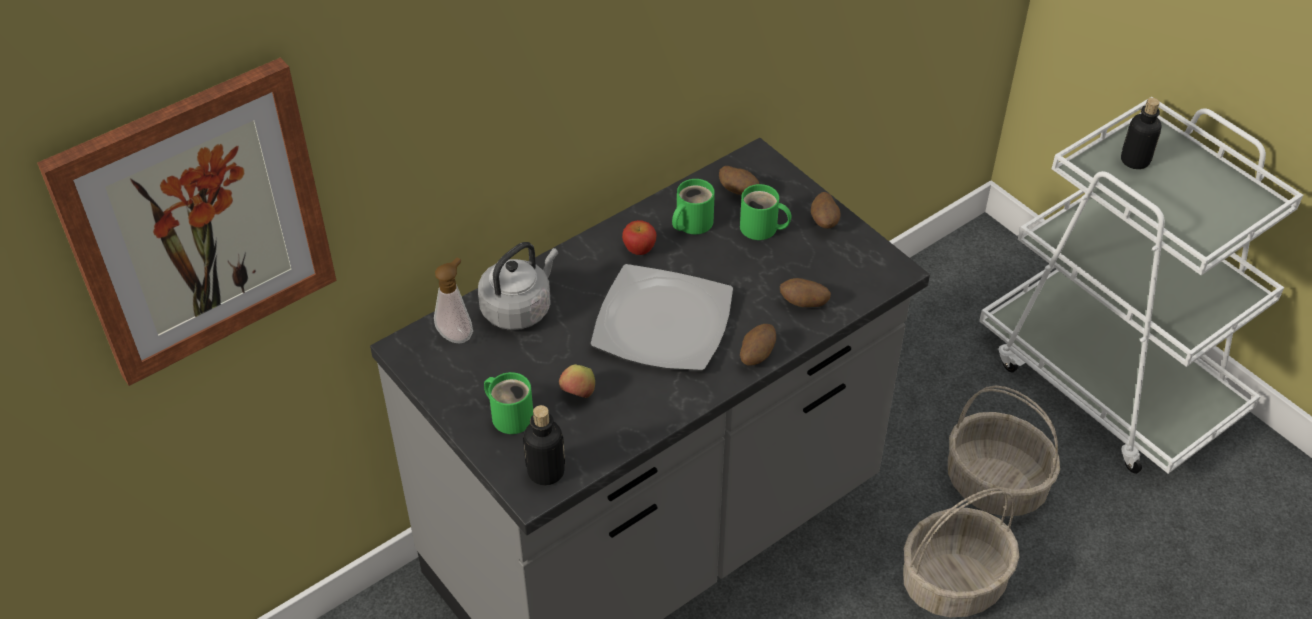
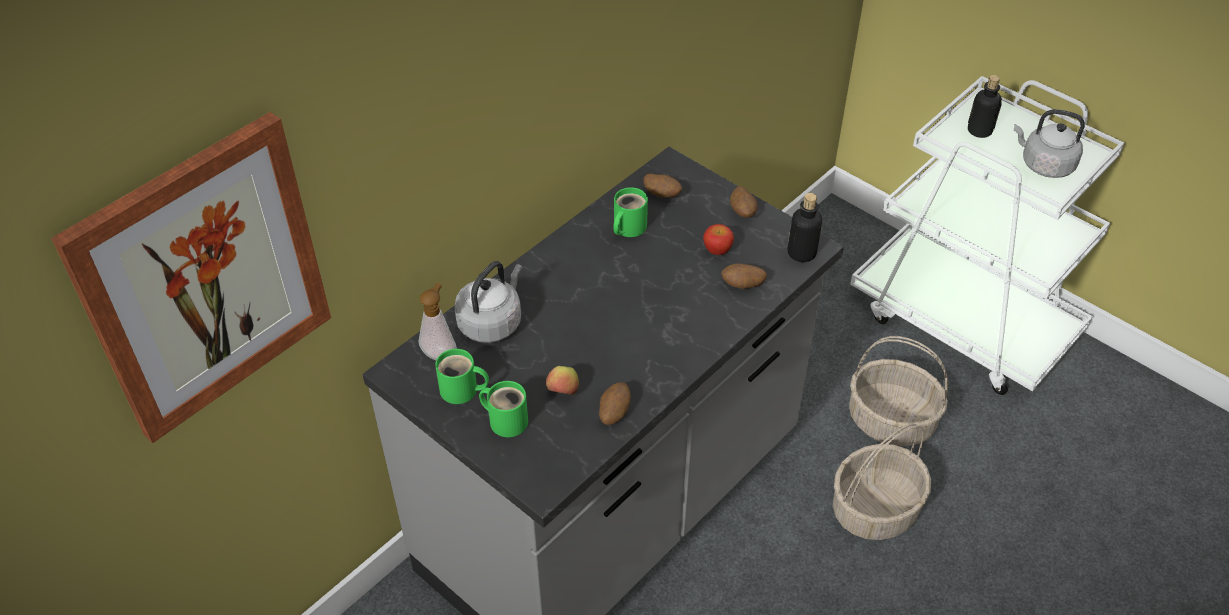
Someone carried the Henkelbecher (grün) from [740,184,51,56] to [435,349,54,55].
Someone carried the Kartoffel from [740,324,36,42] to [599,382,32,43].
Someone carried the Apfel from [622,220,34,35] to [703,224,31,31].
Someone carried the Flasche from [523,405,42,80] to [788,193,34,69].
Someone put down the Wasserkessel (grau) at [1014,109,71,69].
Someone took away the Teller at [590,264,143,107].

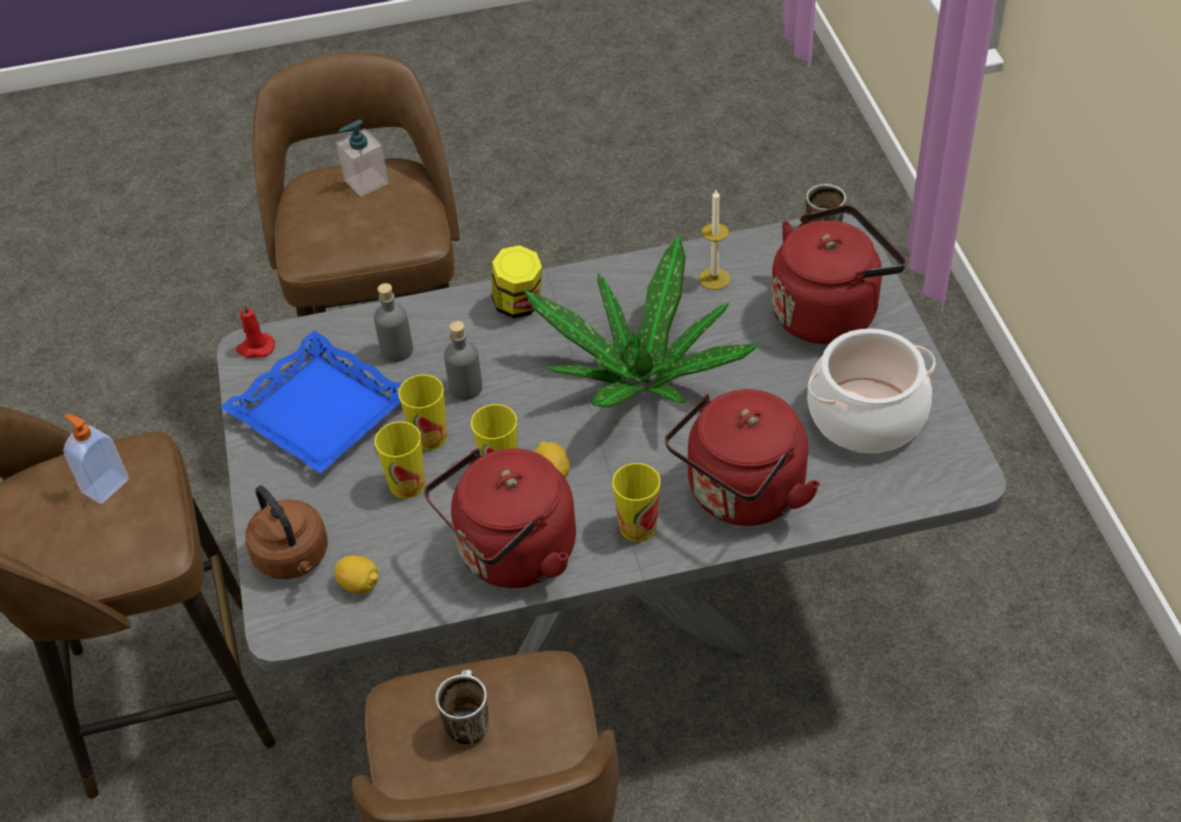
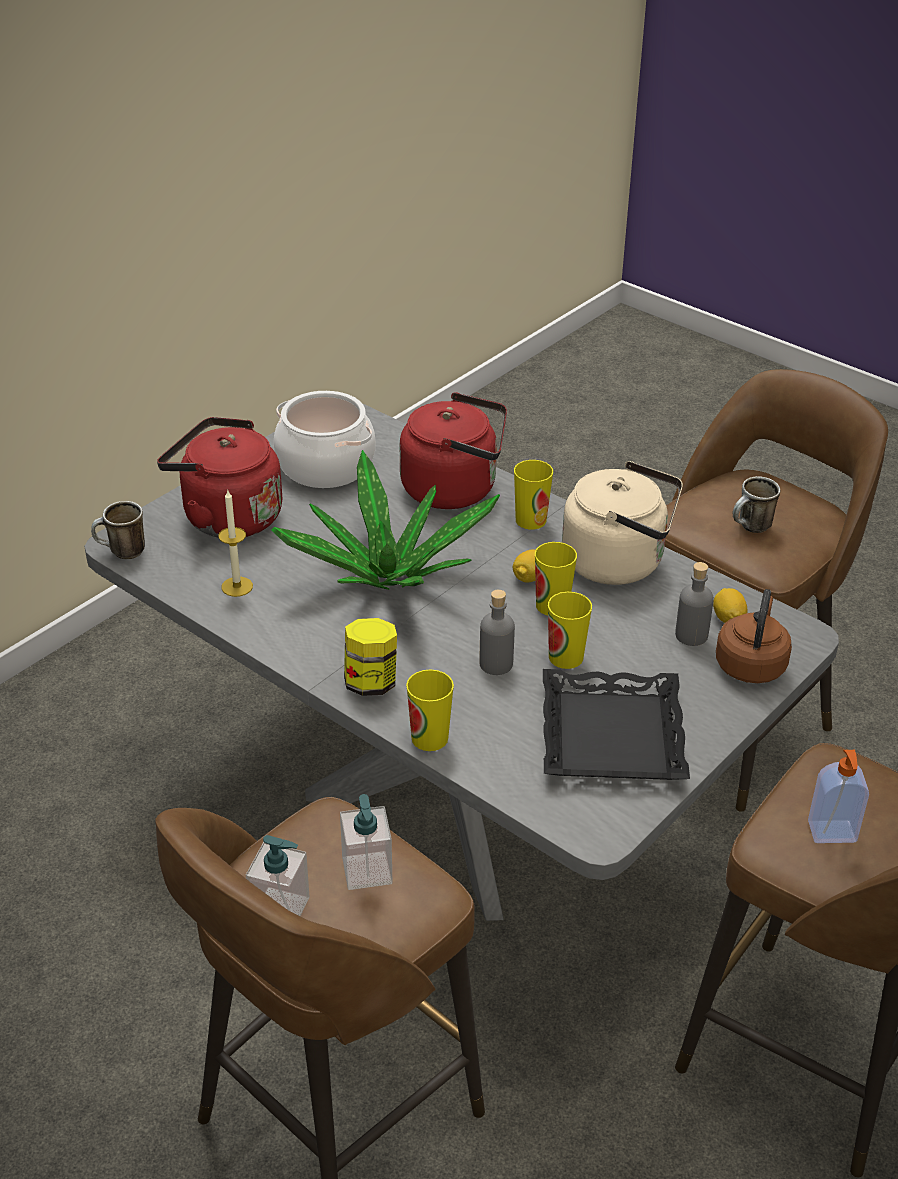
Someone put down the Seifenspender at [340,794,52,96].
Someone carried the Tasse from [374,421,51,78] to [406,669,48,82].
Someone repainted the Tablett (blau) at [220,331,182,143], which became the Tablett (schwarz) at [543,669,147,111].
Someone repainted the Wasserkessel (rot) at [424,448,152,140], which became the Wasserkessel (beige) at [562,461,121,124].
Someone carried the Flasche (grau) from [374,283,39,79] to [675,562,39,84].
Someone took away the Kerze (rot) at [236,303,39,55].

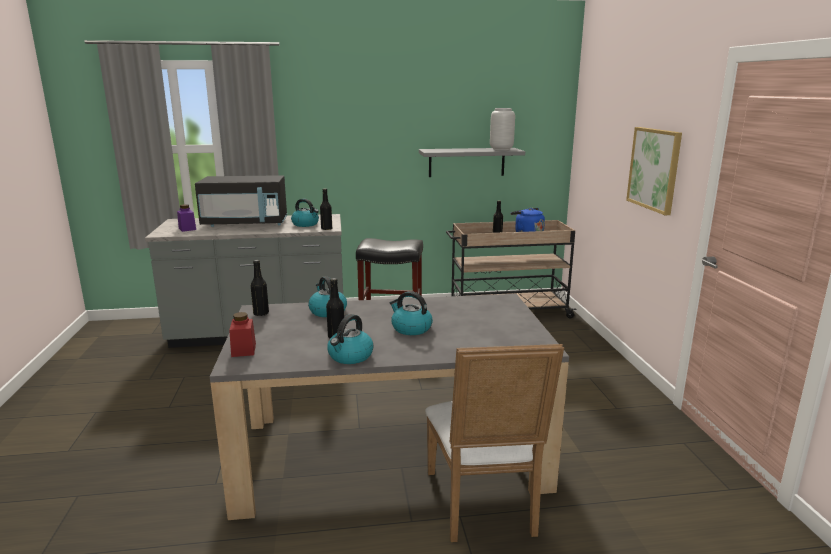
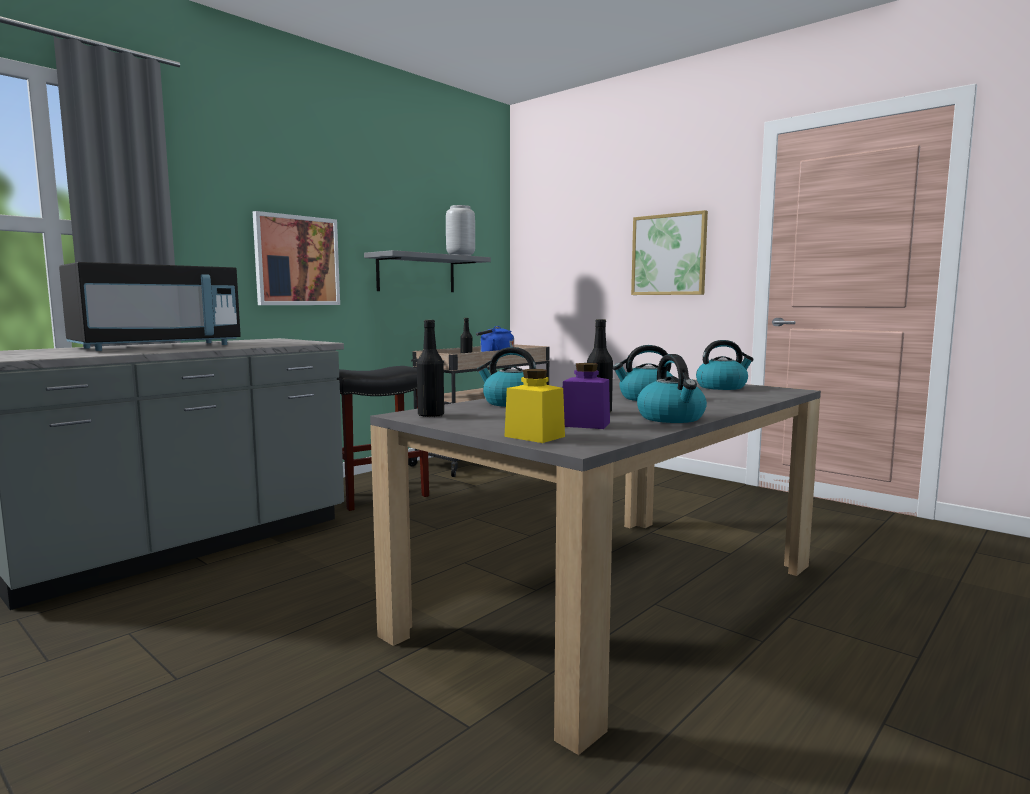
Someone put up the Bild at [253,211,87,94].
Someone repainted the Vorratsglas (rot) at [229,312,27,45], which became the Vorratsglas (gelb) at [504,369,61,74].
Someone carried the Vorratsglas (lila) from [177,204,19,28] to [563,363,47,66].
Someone carried the Wasserkessel from [291,199,28,28] to [696,340,58,50].
Someone took away the Flasche (schwarz) at [320,188,12,42].
Someone took away the Stuhl (weiß) at [425,344,139,198].

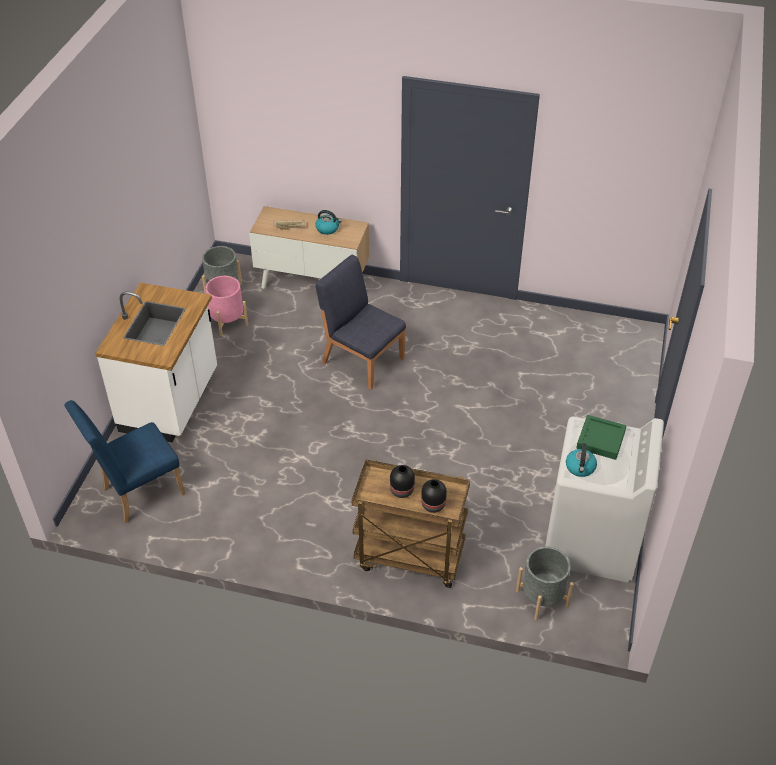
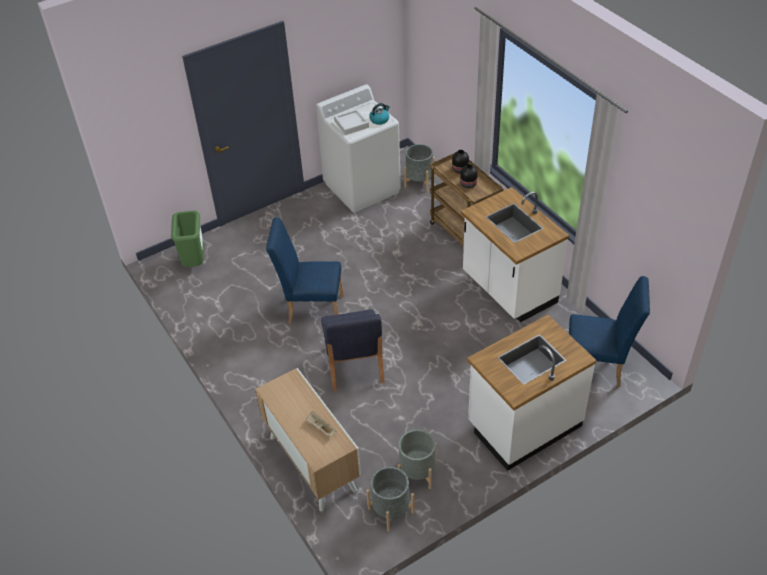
Someone put down the Mülleimer (grün) at [171,211,33,56].
Someone put down the Stuhl (blau) at [266,217,78,107].
Someone repainted the Tablett (grün) at [576,415,50,45], which became the Tablett (grau) at [334,109,35,26].
Someone repainted the Pflanzkübel (rosa) at [205,276,43,60], which became the Pflanzkübel (grau) at [398,430,38,59].
Someone put down the Küchenzeile (weiß) at [461,187,108,135].
Someone took away the Wasserkessel at [316,210,26,25].

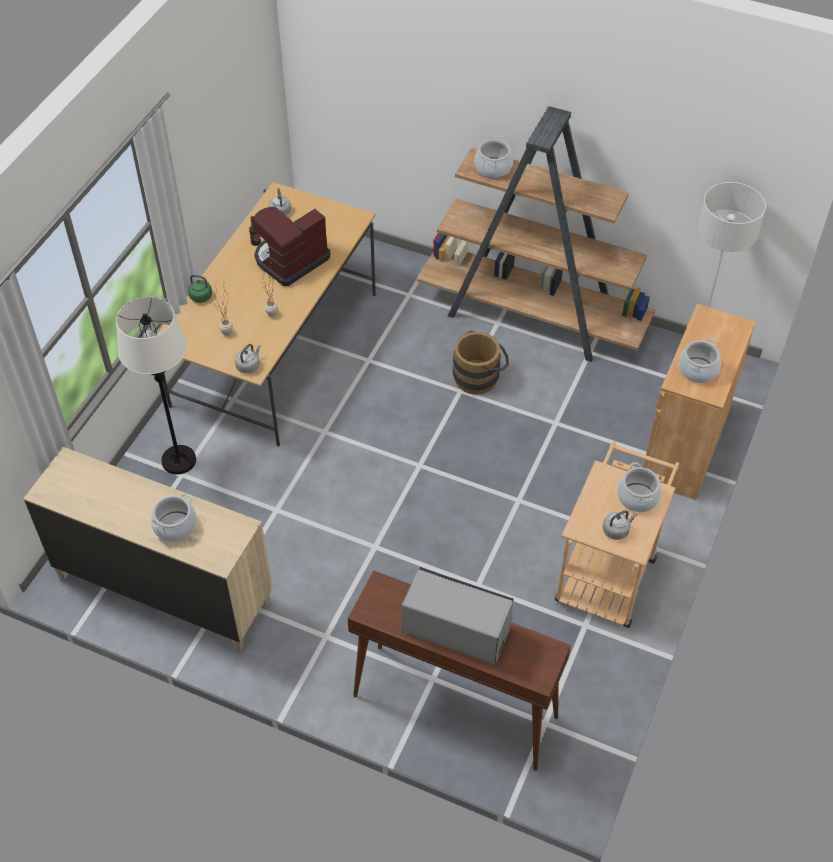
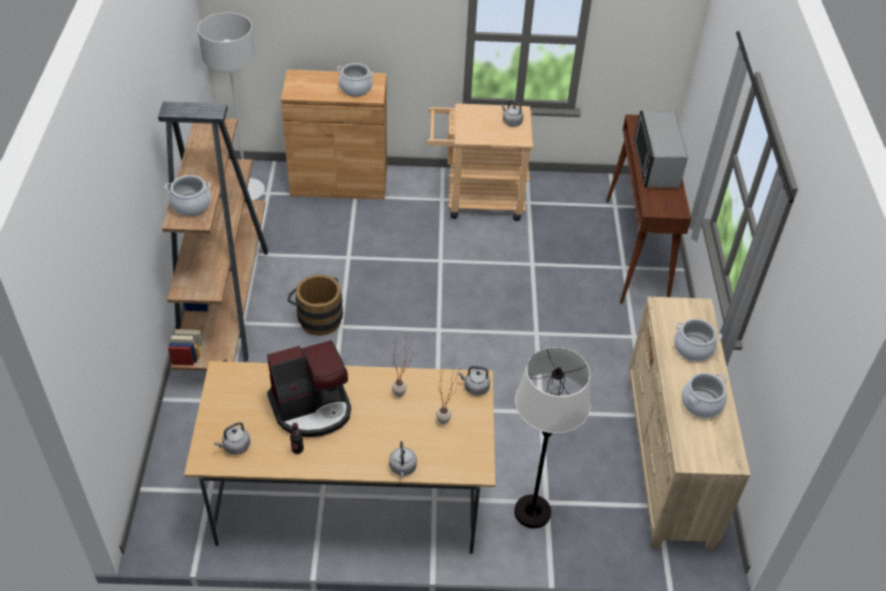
Someone rotated the Kaffeemaschine at [252,207,78,79] by 45 degrees counterclockwise.
Someone repainted the Wasserkessel (grün) at [188,275,24,28], which became the Wasserkessel (grau) at [389,441,28,35].
Someone carried the Kochtopf from [617,462,45,50] to [682,373,45,45].

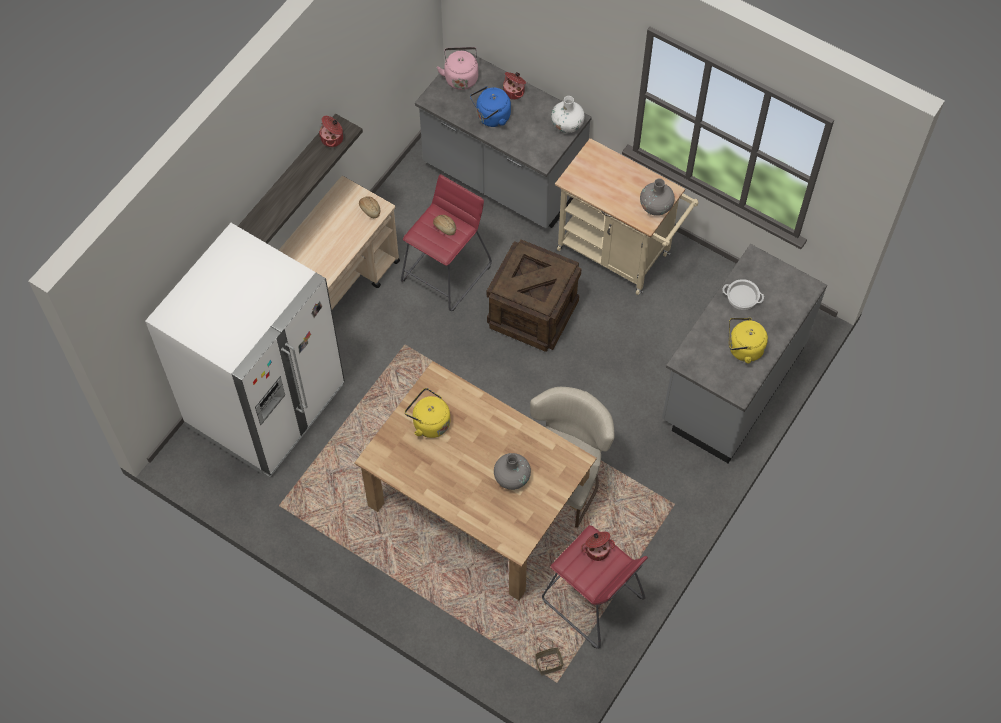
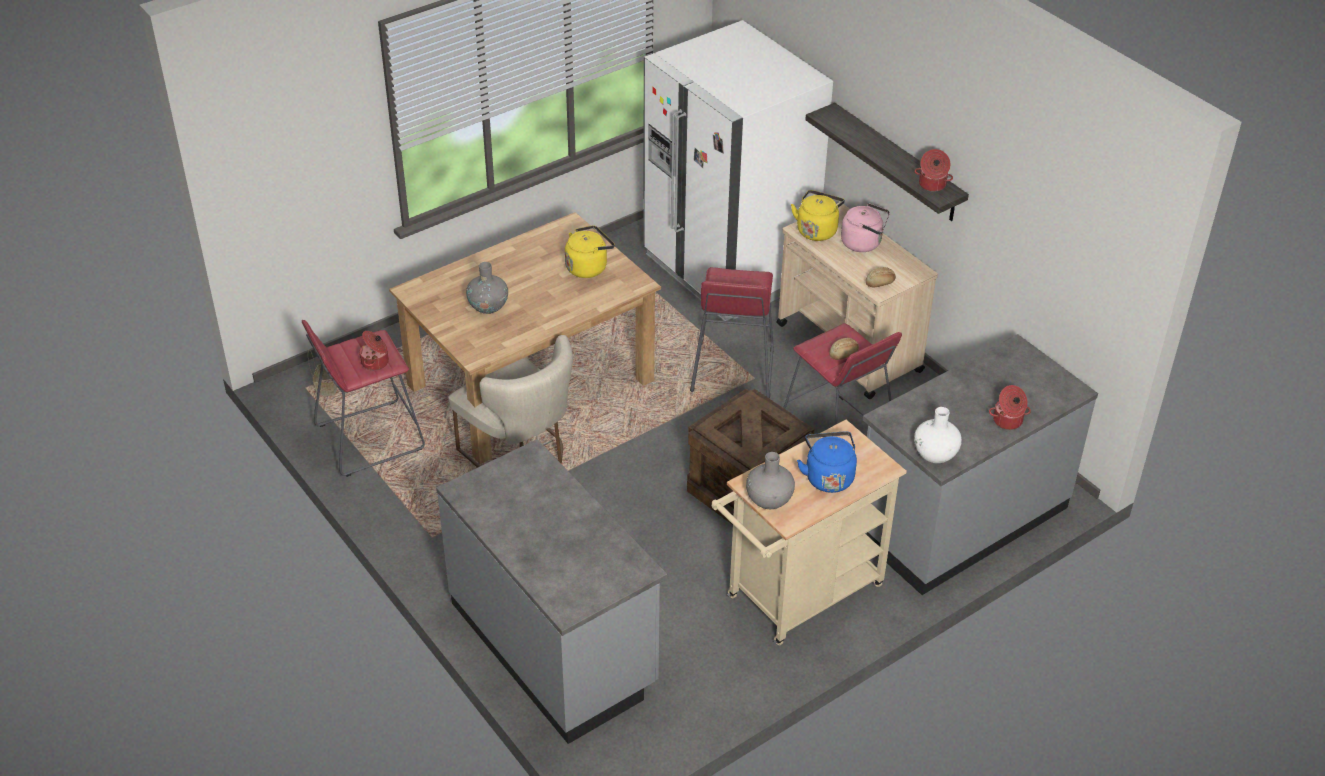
Someone put down the Hocker (rot) at [690,267,84,132].
Someone carried the Wasserkessel (gelb) from [729,318,39,46] to [791,190,54,51].
Someone carried the Wasserkessel (blau) from [470,86,41,41] to [797,431,60,62].
Someone carried the Wasserkessel (rosa) from [437,47,41,43] to [841,203,49,49].
Someone took away the Kochtopf at [722,279,42,31].

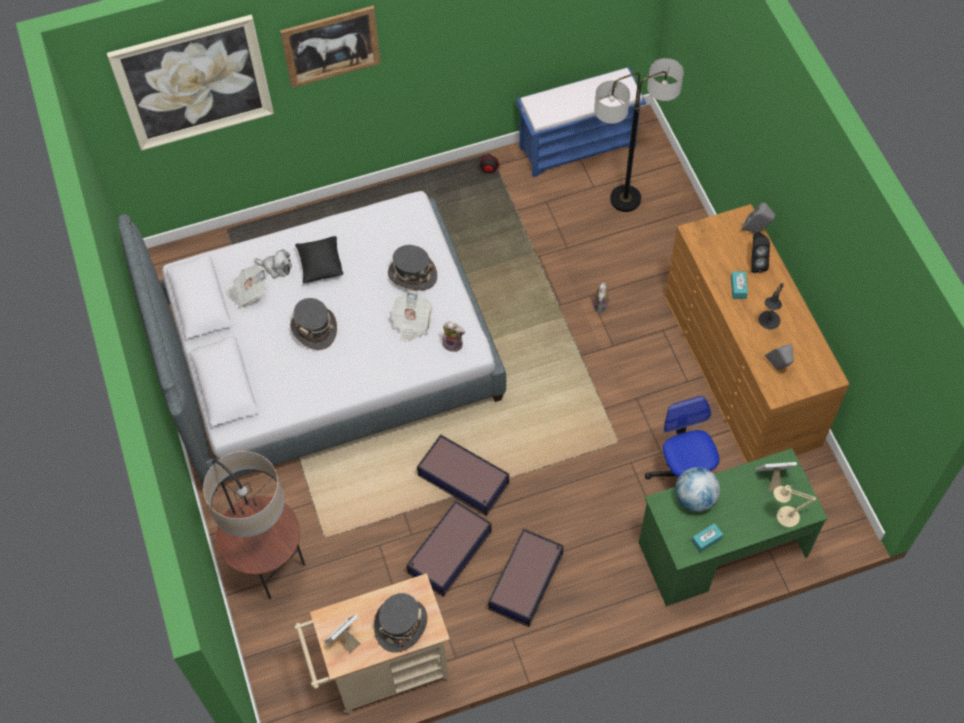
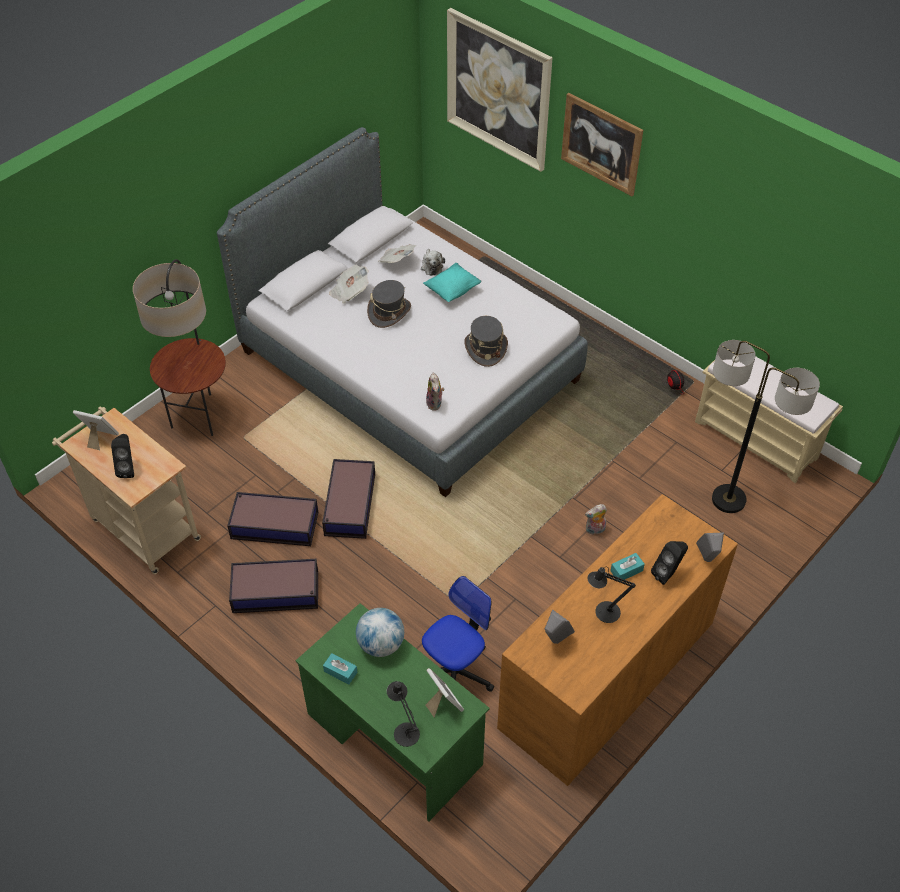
Someone swapped the Hut (grau) at [374,593,54,60] for the Lautsprecher (schwarz) at [111,434,23,44].
Someone carried the Zeitung from [390,291,42,51] to [329,265,40,39].
Someone repainted the Tischlampe (beige) at [774,485,42,42], which became the Tischlampe (schwarz) at [387,681,33,66].
Someone repainted the Kissen (schwarz) at [295,236,48,48], which became the Kissen (türkis) at [423,263,59,39].
Someone repainted the Bank (blau) at [516,67,130,110], which became the Bank (beige) at [695,356,148,127].

